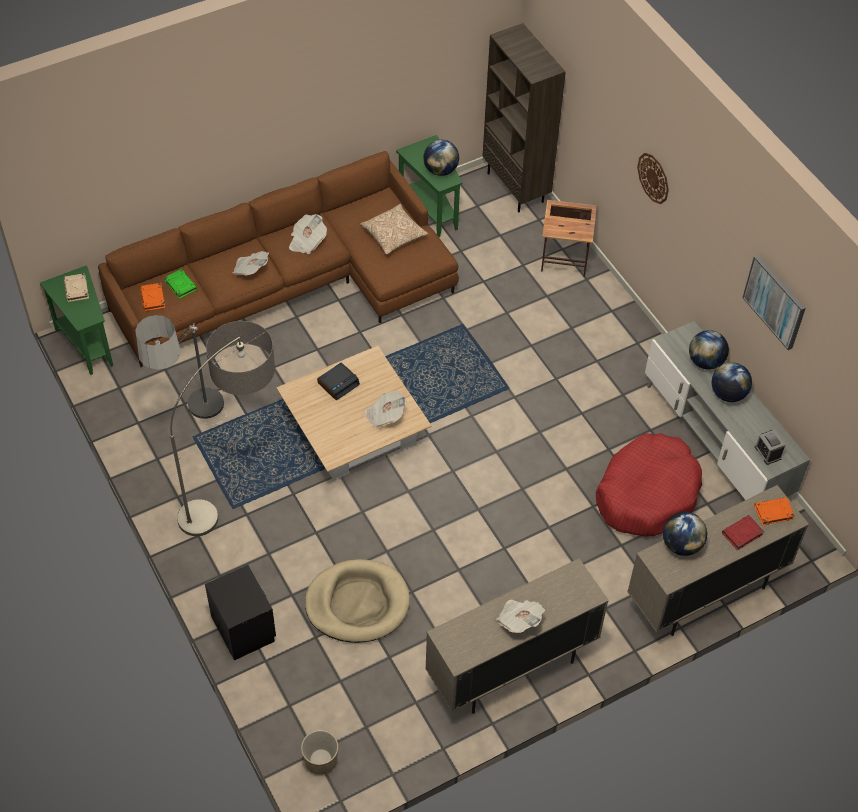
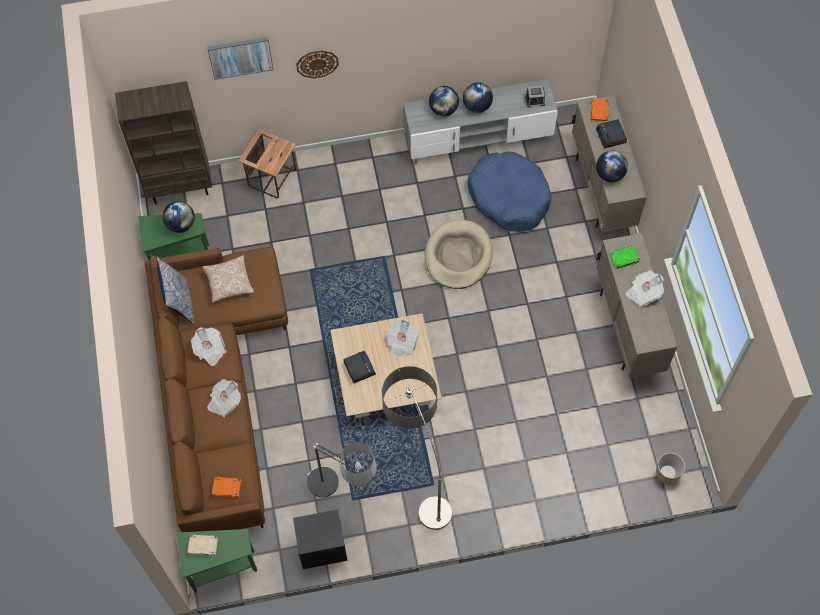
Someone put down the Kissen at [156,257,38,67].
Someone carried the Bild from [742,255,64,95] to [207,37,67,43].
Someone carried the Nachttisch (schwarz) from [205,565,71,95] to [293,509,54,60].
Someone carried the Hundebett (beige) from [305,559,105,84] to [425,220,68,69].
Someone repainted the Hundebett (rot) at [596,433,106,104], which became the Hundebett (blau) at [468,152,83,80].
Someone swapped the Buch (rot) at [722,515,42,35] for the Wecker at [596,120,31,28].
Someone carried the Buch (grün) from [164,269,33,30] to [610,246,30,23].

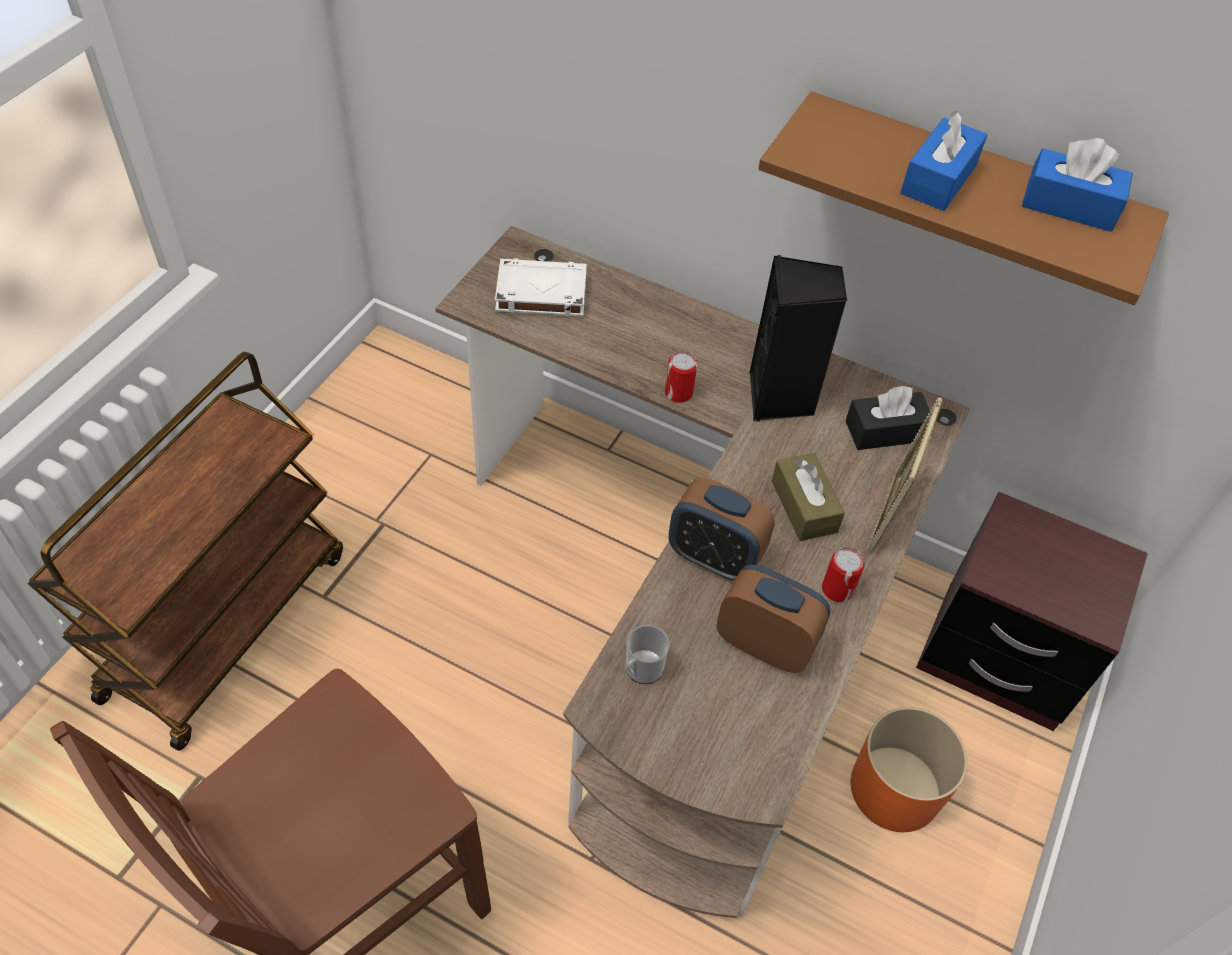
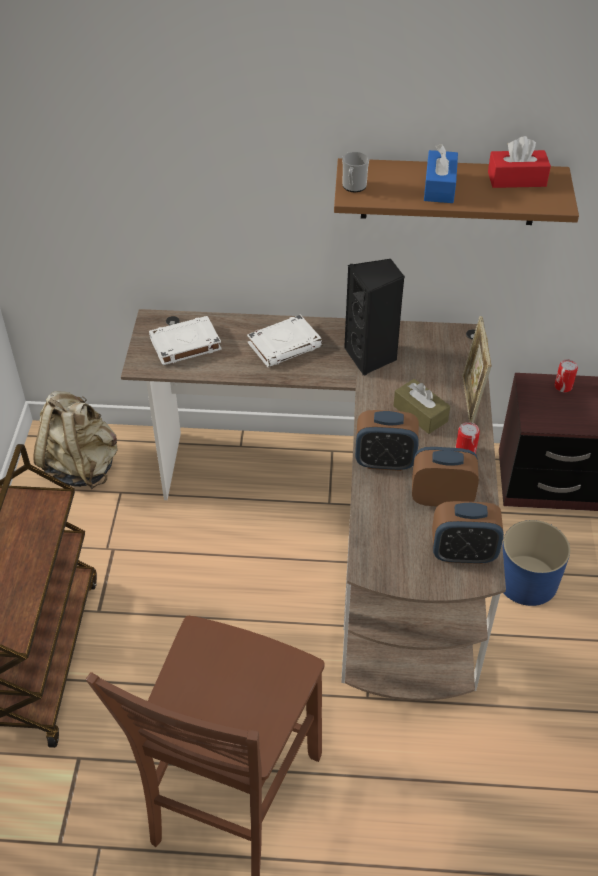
Someone put down the Rucksack (beige) at [33,391,85,98].
Someone put down the Buch (weiß) at [247,315,76,52].
Someone carried the Henkelbecher from [625,625,45,59] to [342,151,27,41].
Someone put down the Wecker at [432,501,72,63].
Someone repainted the Taschentuchbox (blau) at [1022,138,111,94], which became the Taschentuchbox (rot) at [488,136,63,52].
Someone repainted the Pflanzkübel (orange) at [851,707,117,125], which became the Pflanzkübel (blau) at [502,520,68,86].
Someone carried the Dose from [665,351,33,52] to [554,359,24,33].
Someone took away the Taschentuchbox (schwarz) at [846,386,84,64].

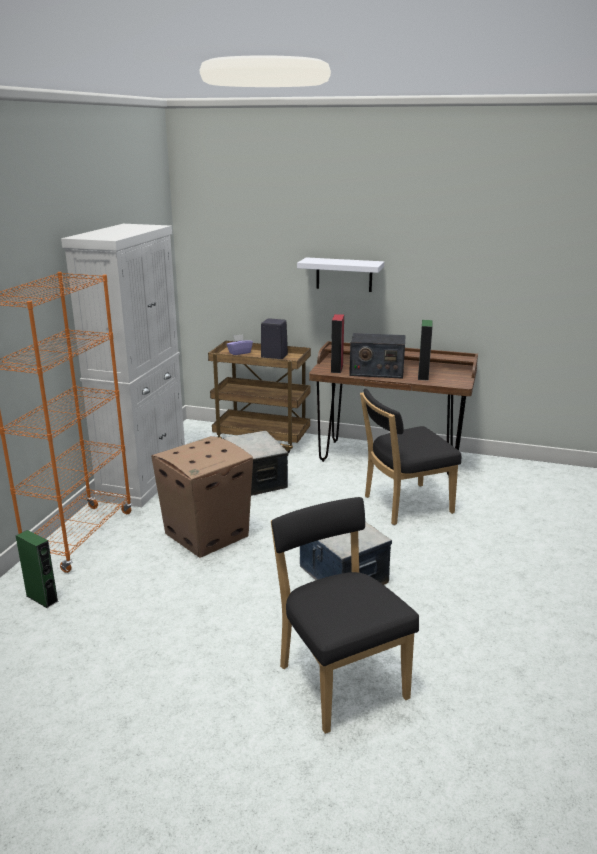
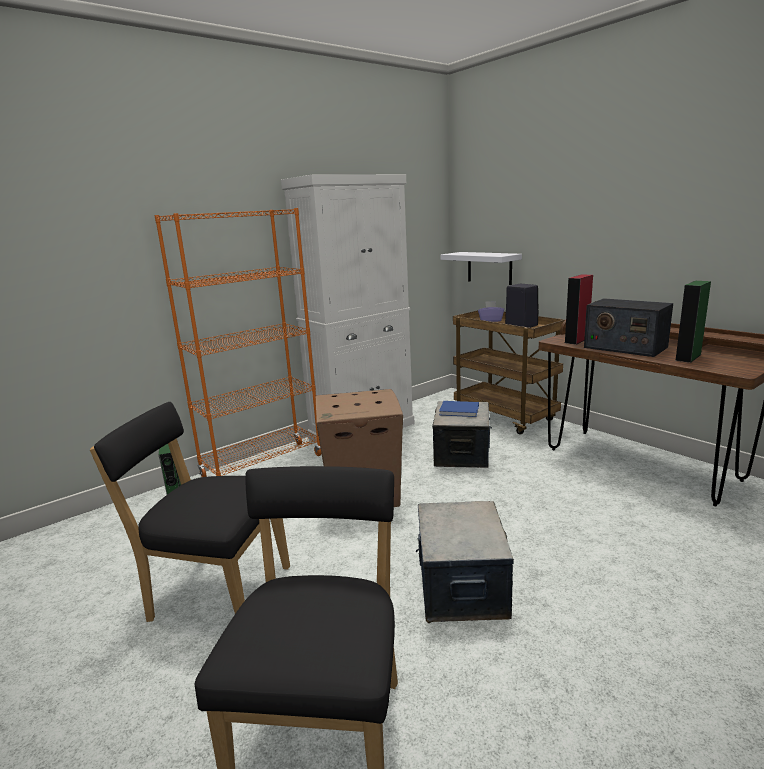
Someone carried the Stuhl (schwarz) from [360,388,101,137] to [90,402,200,220].
Someone put down the Buch (blau) at [439,401,40,16].
Someone carried the Wandregal (weiß) from [297,257,87,35] to [440,252,82,33].

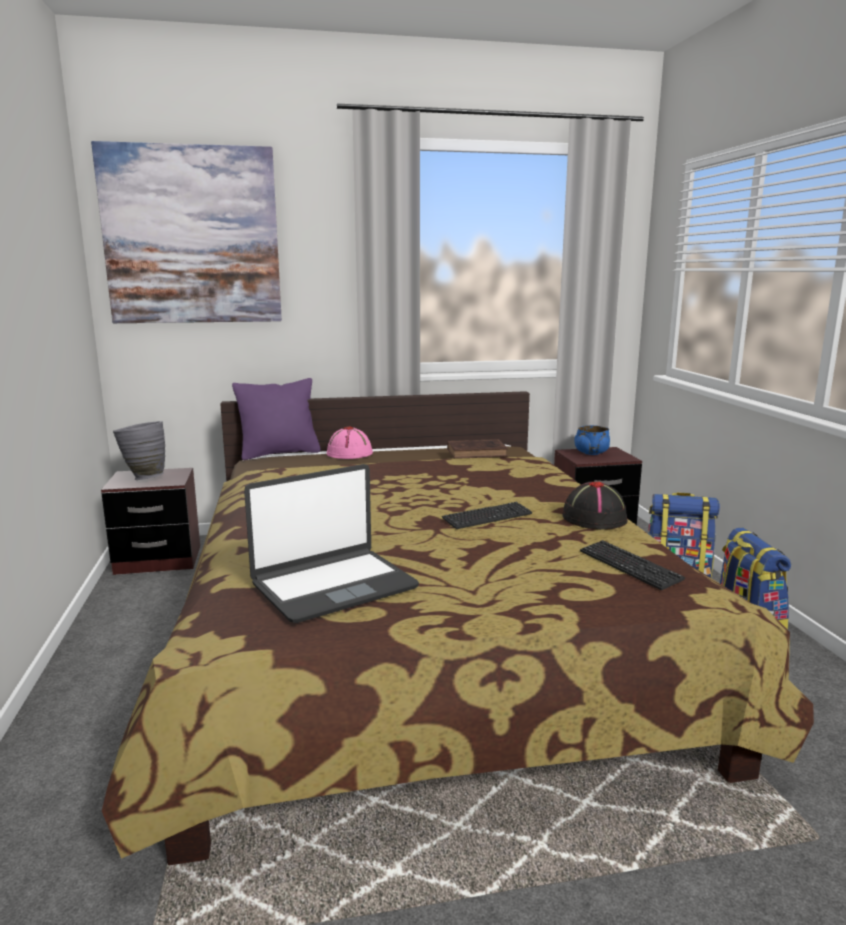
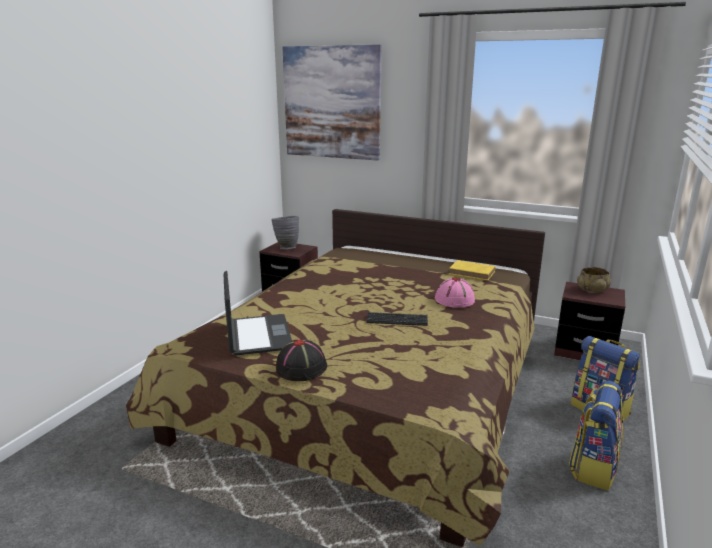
Someone rotated the Laptop at [244,464,175,159] by 105 degrees counterclockwise.
Someone carried the Hut (schwarz) from [562,482,66,48] to [276,339,51,42].
Someone carried the Hut (rosa) from [327,426,46,33] to [435,277,40,30].
Someone repainted the Buch (braun) at [447,439,61,20], which became the Buch (gelb) at [449,260,46,21].
Someone repainted the Schüssel (blau) at [575,425,35,30], which became the Schüssel (beige) at [577,267,34,26].
Someone took away the Kissen (lila) at [232,378,89,82].
Someone took away the Tastatur at [580,540,106,50].

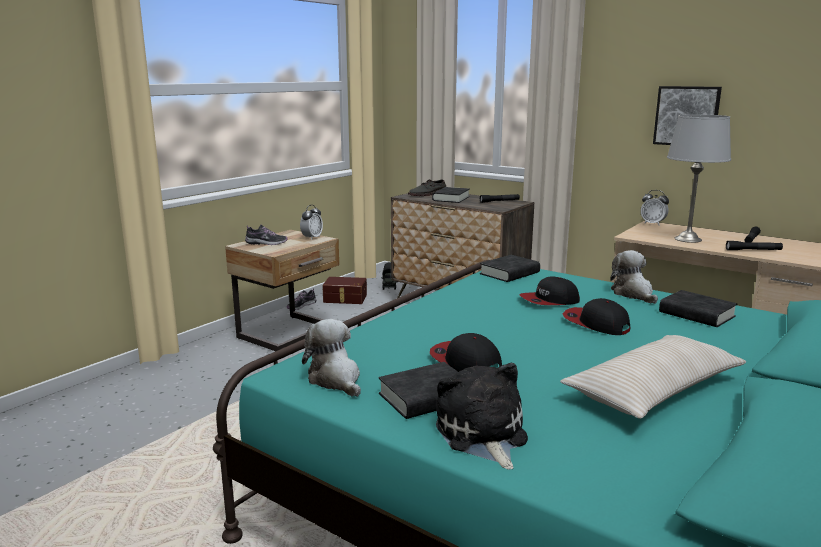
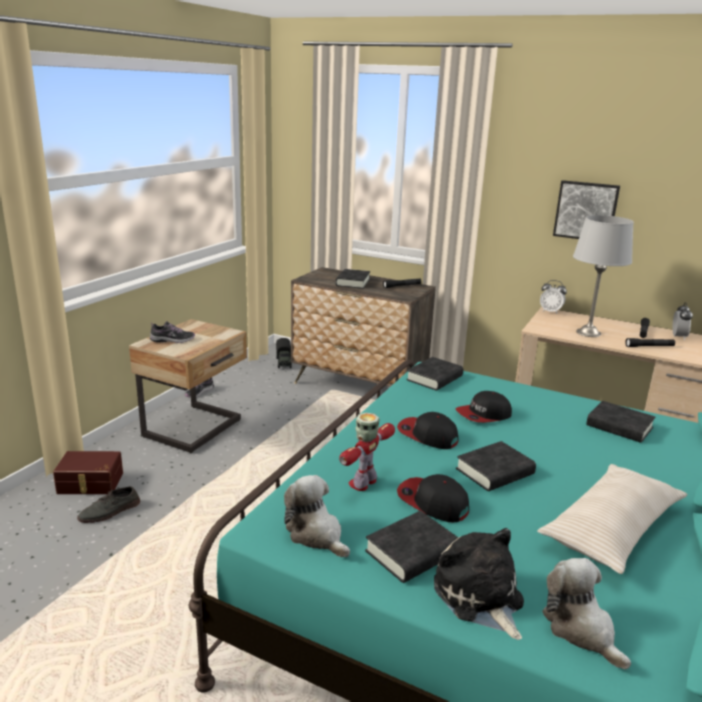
Someone carried the Aufbewahrungsbox (braun) from [322,277,45,27] to [53,451,70,43].
Someone carried the Schuh (grau) from [408,179,38,17] to [77,486,63,37].
Someone put down the Spielzeugroboter at [339,413,56,78].
Someone carried the Kappe from [563,298,67,37] to [397,412,62,37].
Someone put down the Buch (schwarz) at [456,441,80,50].
Someone carried the Plüschtier from [611,250,47,54] to [542,558,89,112].
Someone carried the Wecker from [300,205,23,35] to [673,302,20,38].

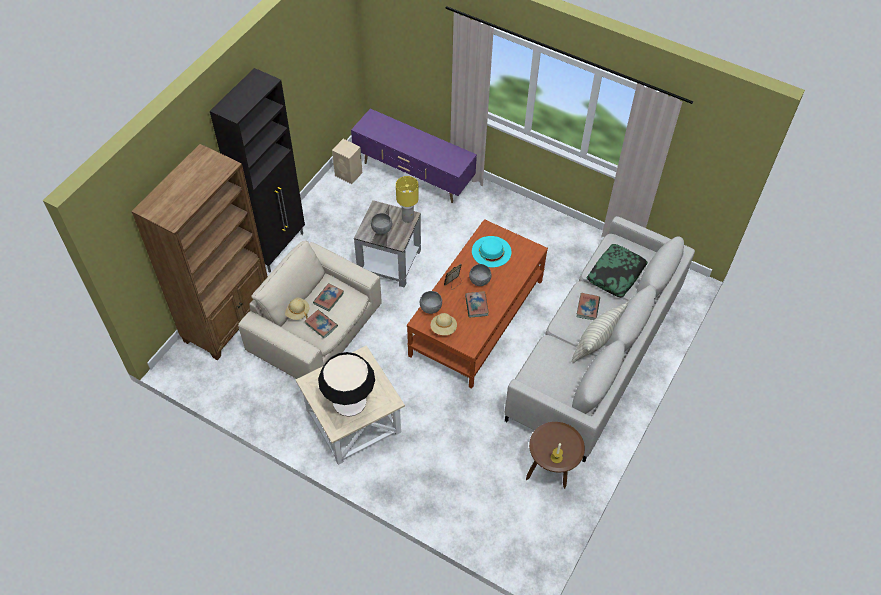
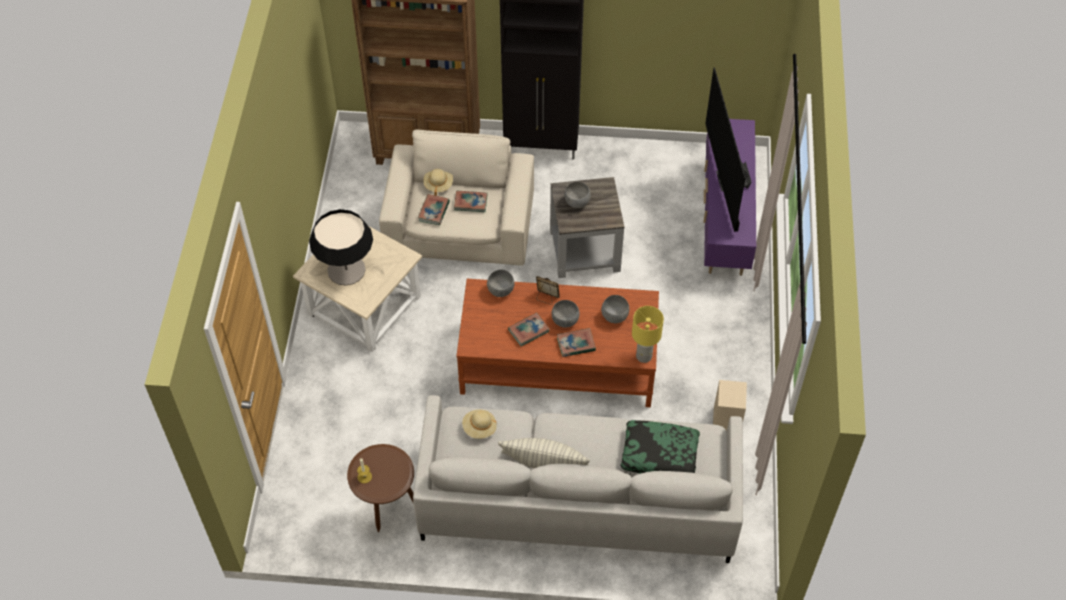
Someone carried the Hut (beige) from [431,313,26,22] to [462,410,35,29].
Someone carried the Buch from [577,293,23,27] to [557,328,39,29].
Someone swapped the Hut (türkis) at [472,236,40,31] for the Schüssel (grau) at [601,295,28,28].
Someone carried the Tischlampe (gelb) from [396,176,23,47] to [632,306,32,57].
Someone put down the Fernseher at [705,67,46,165].
Someone carried the Lautsprecher (beige) from [332,139,30,45] to [713,380,34,51].

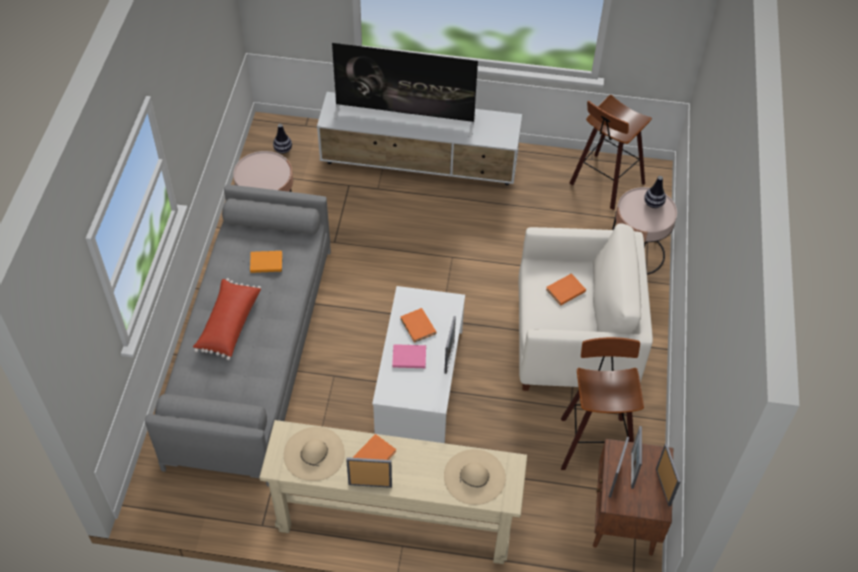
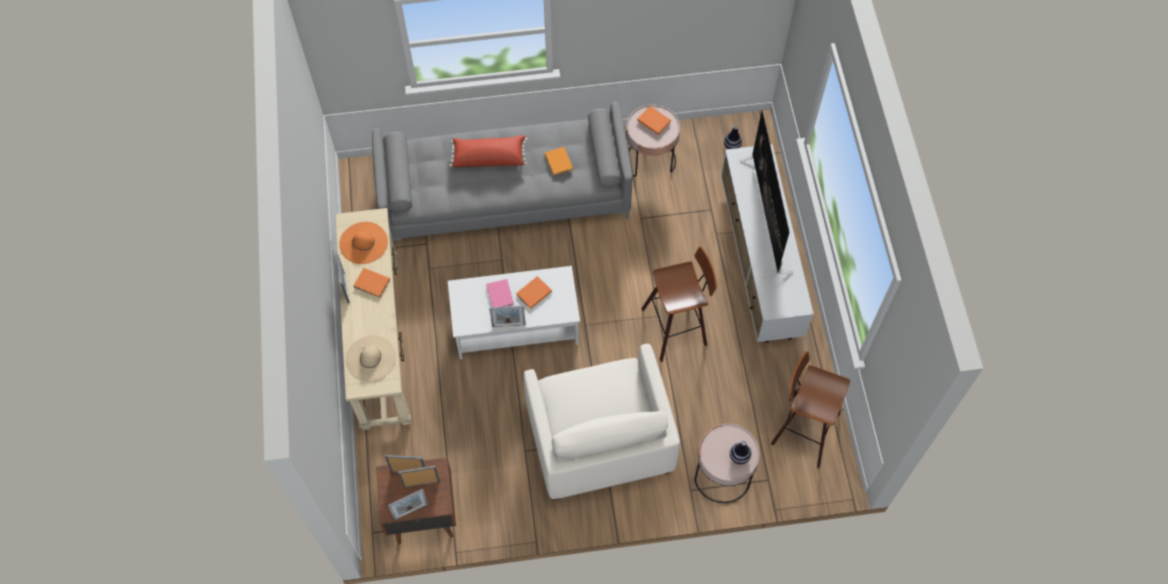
Someone repainted the Hut (beige) at [284,427,61,54], which became the Hut (orange) at [339,222,49,42].
Someone carried the Buch (orange) from [546,273,40,33] to [637,106,34,29].
Someone carried the Hocker from [561,337,83,133] to [641,247,76,115].

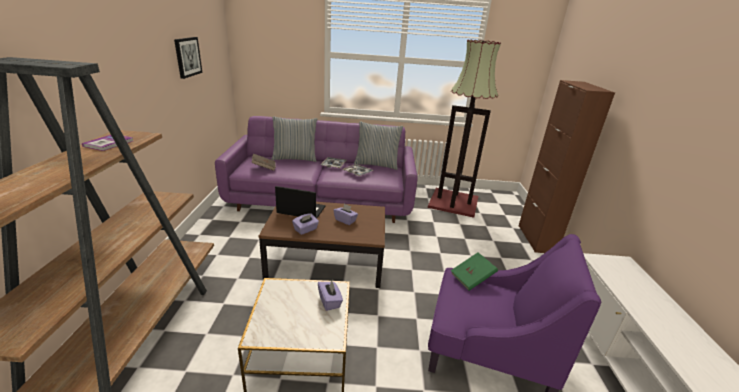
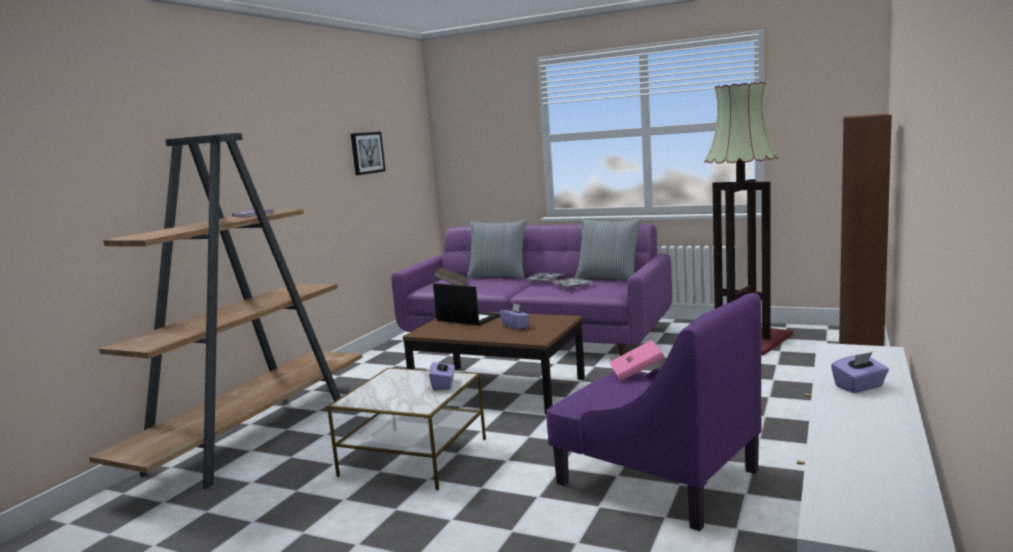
Someone repainted the Buch (grün) at [451,253,47,38], which became the Buch (rosa) at [609,340,56,41].
Someone carried the Taschentuchbox (lila) from [292,213,27,22] to [831,352,58,41].

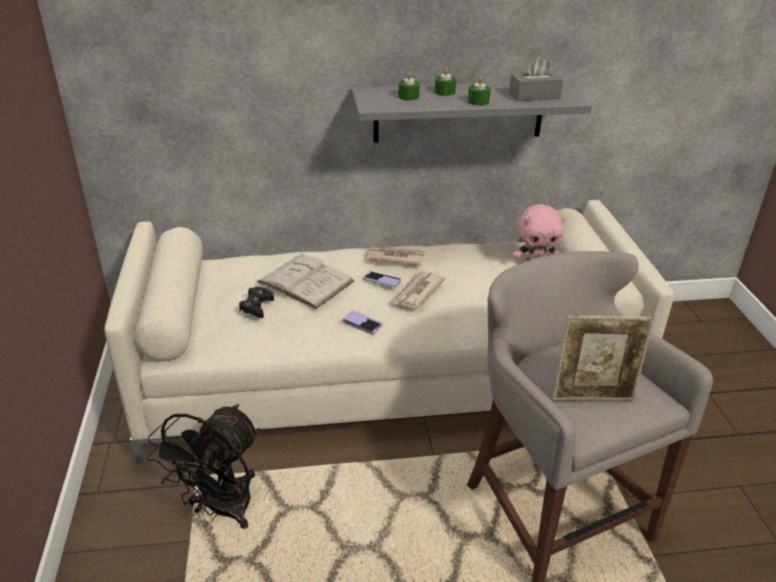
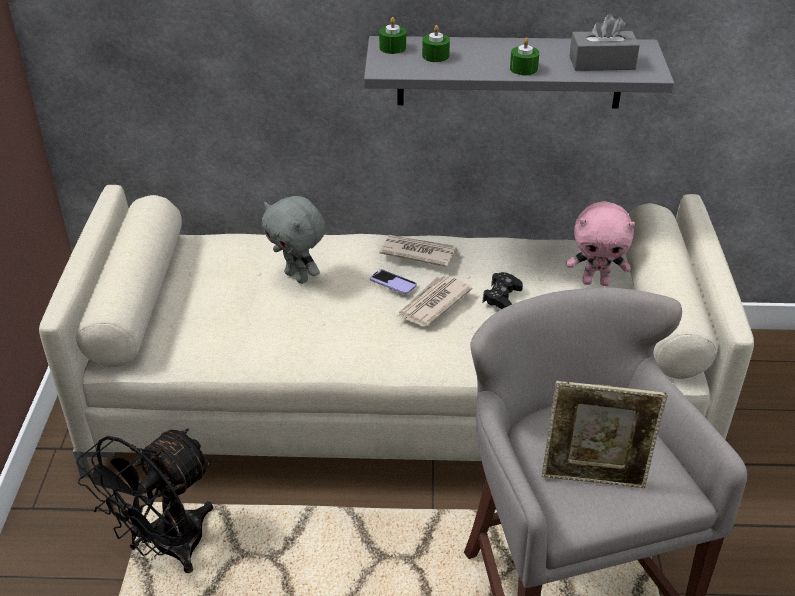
Someone swapped the Buch (weiß) at [257,254,97,55] for the Plüschtier (grau) at [262,196,64,88].
Someone carried the Kerze (grün) from [435,67,21,29] to [379,17,27,37].
Someone carried the Gamepad (schwarz) from [239,287,35,31] to [482,272,41,37].
Someone took away the Handy at [342,311,41,23].

